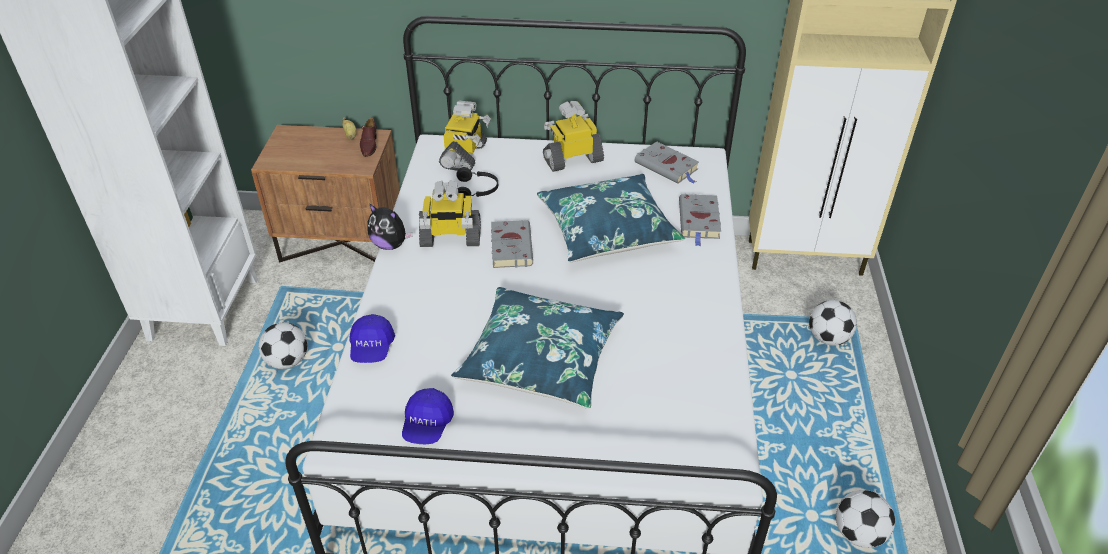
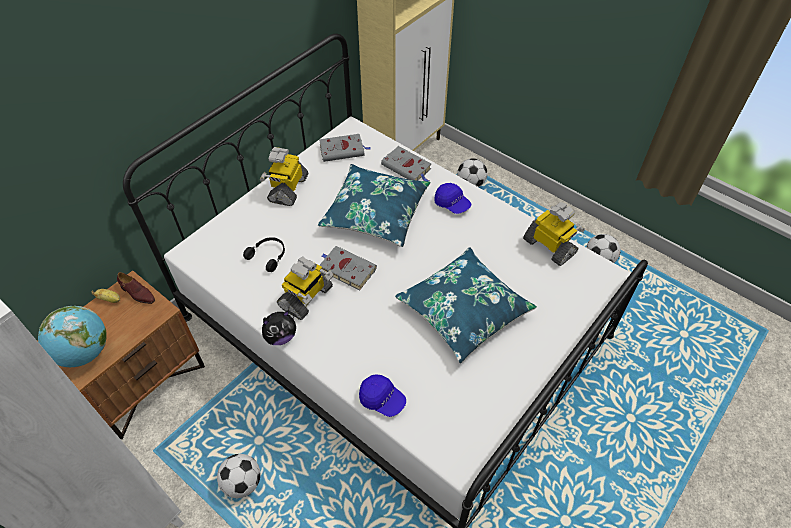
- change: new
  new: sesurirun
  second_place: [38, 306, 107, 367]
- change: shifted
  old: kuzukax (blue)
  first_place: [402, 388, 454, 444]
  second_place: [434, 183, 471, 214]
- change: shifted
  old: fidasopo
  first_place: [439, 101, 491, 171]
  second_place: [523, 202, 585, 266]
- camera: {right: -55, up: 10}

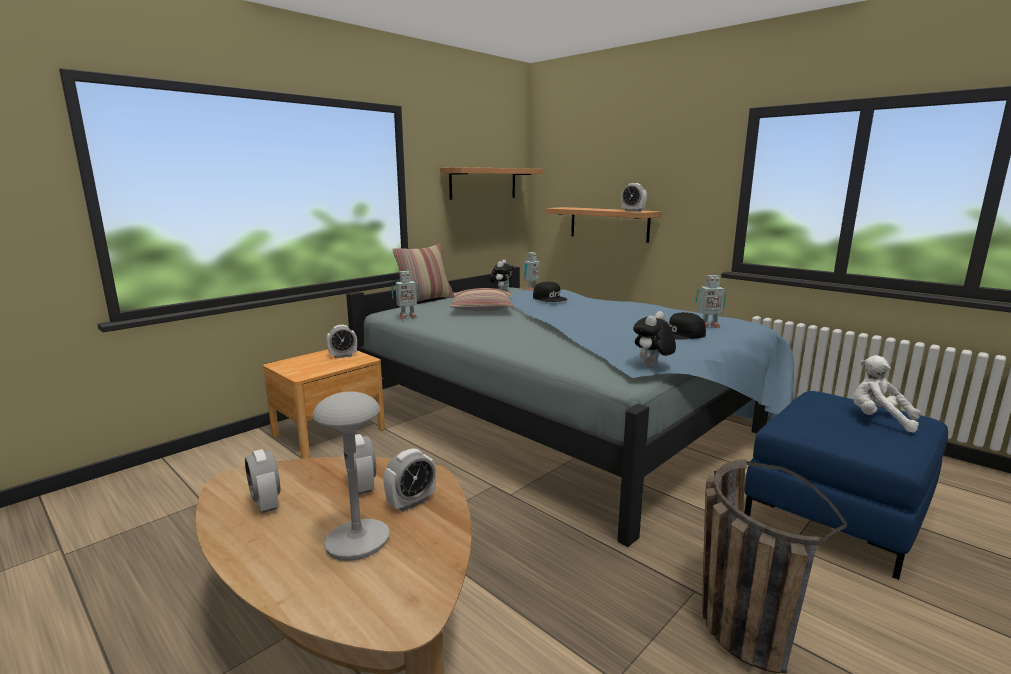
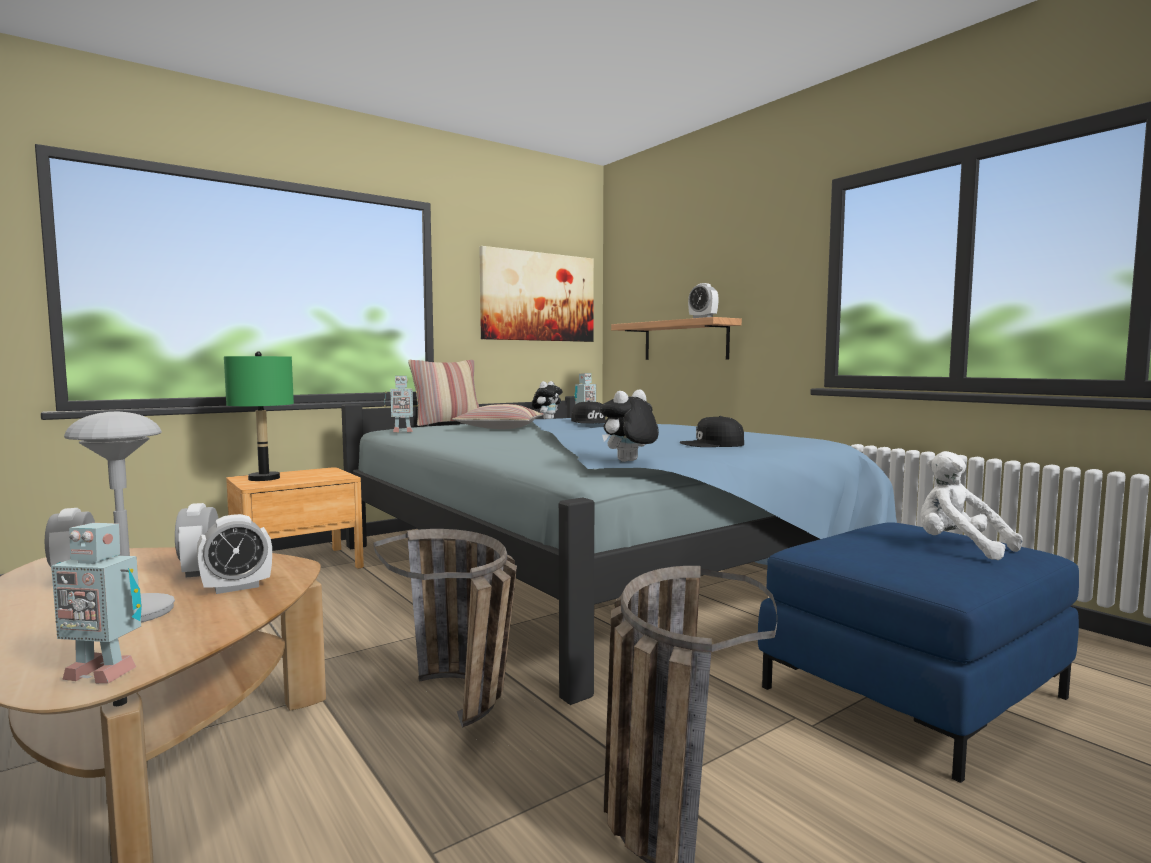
- change: shifted
  old: fidasopo
  first_place: [695, 275, 727, 328]
  second_place: [51, 523, 142, 684]
- change: new
  new: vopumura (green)
  second_place: [224, 351, 294, 481]
- change: new
  new: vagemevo
  second_place: [373, 529, 517, 728]
- change: swapped
  old: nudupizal
  new: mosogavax
  first_place: [440, 167, 543, 200]
  second_place: [479, 246, 594, 342]
- change: gone
  old: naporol
  first_place: [326, 325, 357, 359]
- camera: {right: 10, up: -10}

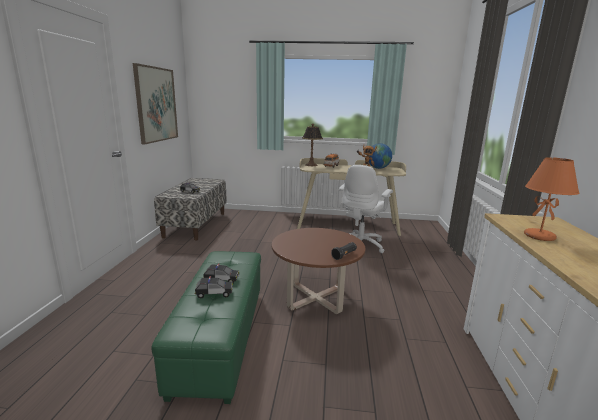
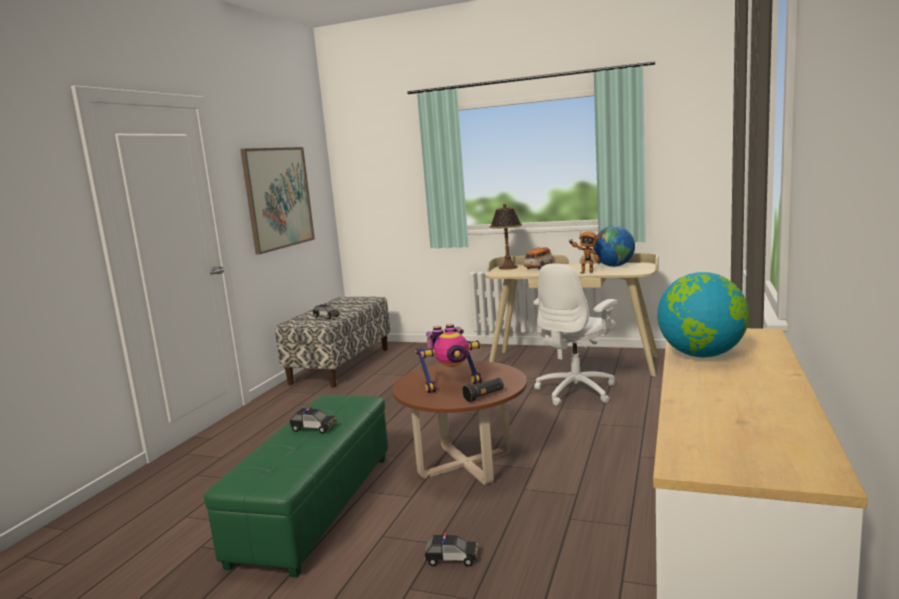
- change: new
  new: fidasopo
  second_place: [415, 324, 482, 393]
- change: shifted
  old: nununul
  first_place: [194, 276, 233, 299]
  second_place: [424, 533, 478, 566]
- change: swapped
  old: vopumura (orange)
  new: sesurirun
  first_place: [524, 157, 579, 241]
  second_place: [657, 272, 749, 358]
- camera: {right: 15, up: -5}

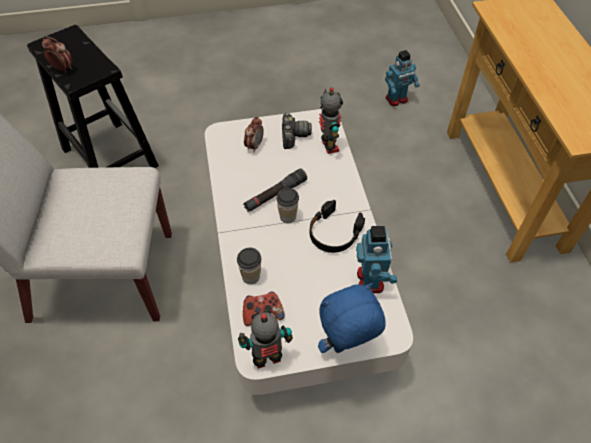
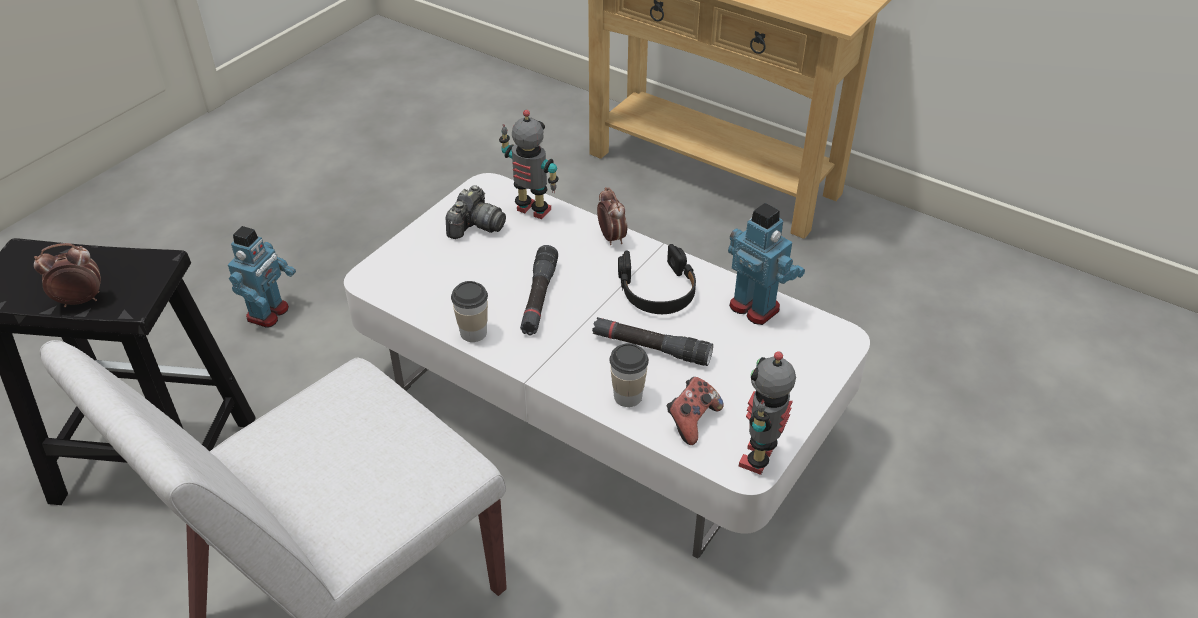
- change: shifted
  old: fidasopo
  first_place: [385, 50, 420, 106]
  second_place: [228, 226, 296, 328]
- change: rotated
  old: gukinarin
  first_place: [282, 113, 312, 149]
  second_place: [446, 185, 506, 239]
  degrees: 75
- change: shifted
  old: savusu
  first_place: [276, 188, 299, 224]
  second_place: [451, 281, 488, 342]
- change: new
  new: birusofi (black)
  second_place: [592, 317, 713, 366]
- change: shifted
  old: naporol
  first_place: [244, 116, 264, 152]
  second_place: [597, 187, 627, 245]
- change: gone
  old: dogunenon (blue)
  first_place: [318, 283, 386, 353]
- camera: {right: -45, up: -10}

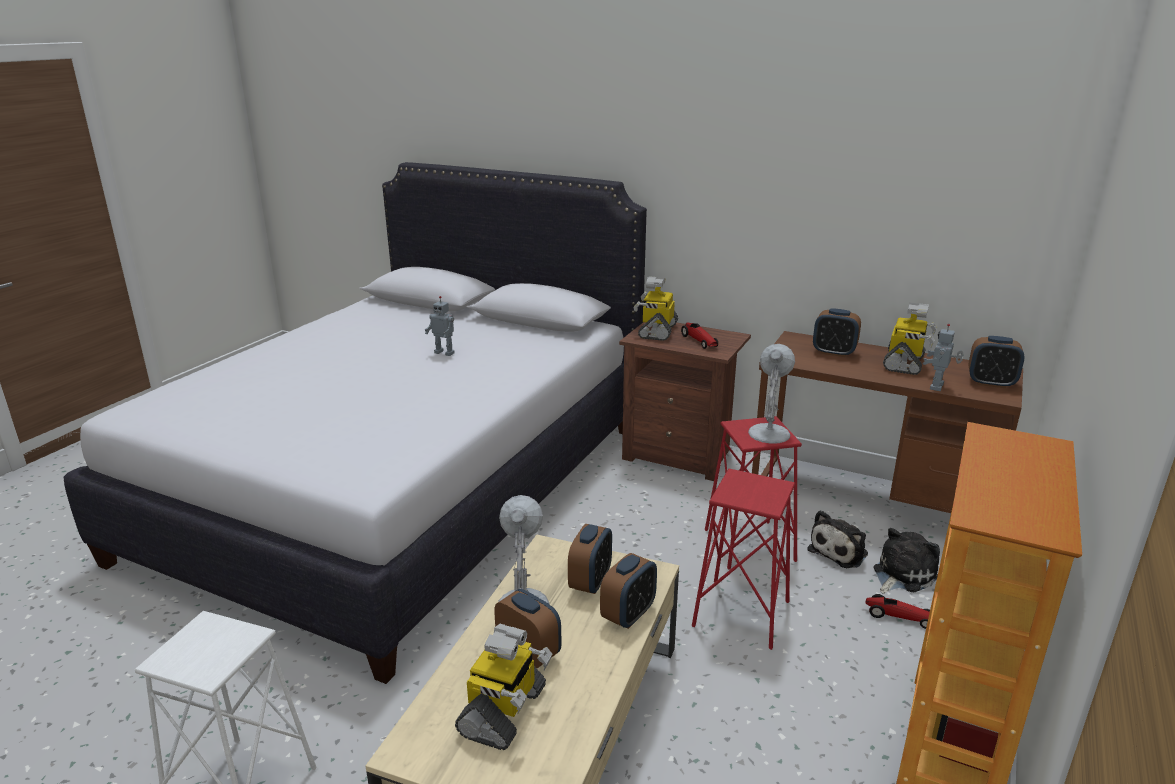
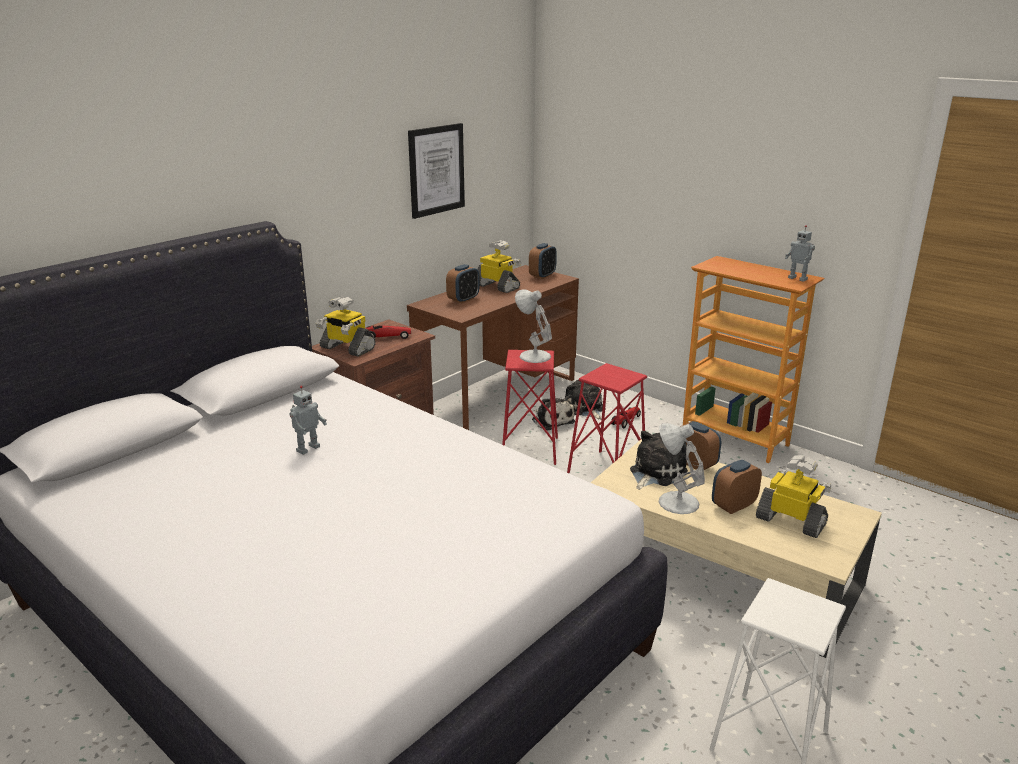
- change: new
  new: mosogavax
  second_place: [408, 123, 465, 219]
- change: swapped
  old: naporol
  new: dogunenon
  first_place: [568, 524, 612, 594]
  second_place: [630, 431, 688, 490]
- change: shifted
  old: fidasopo
  first_place: [923, 324, 964, 391]
  second_place: [785, 225, 815, 282]
- camera: {right: -75, up: 0}

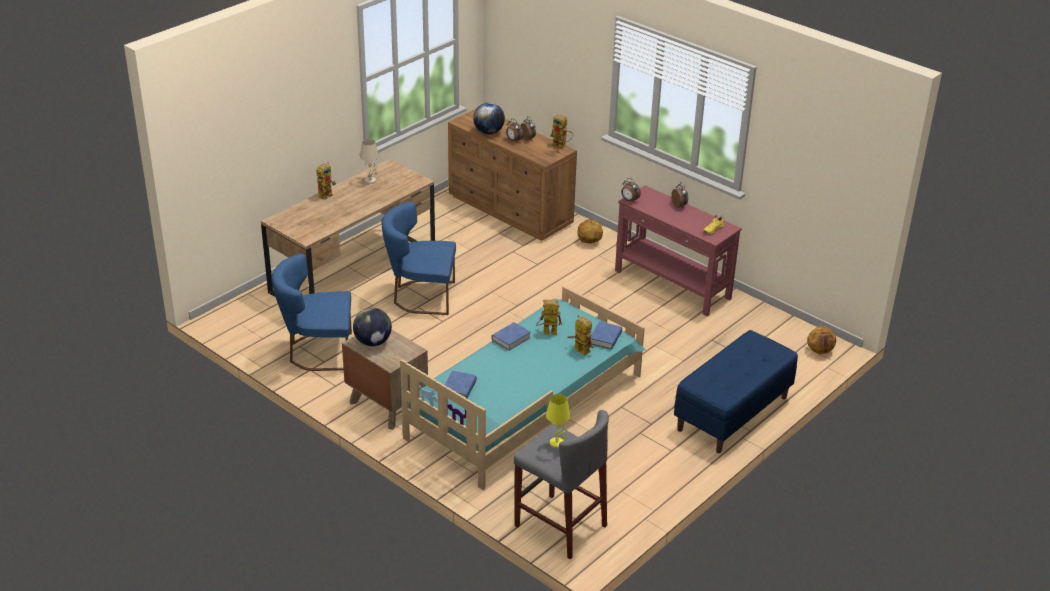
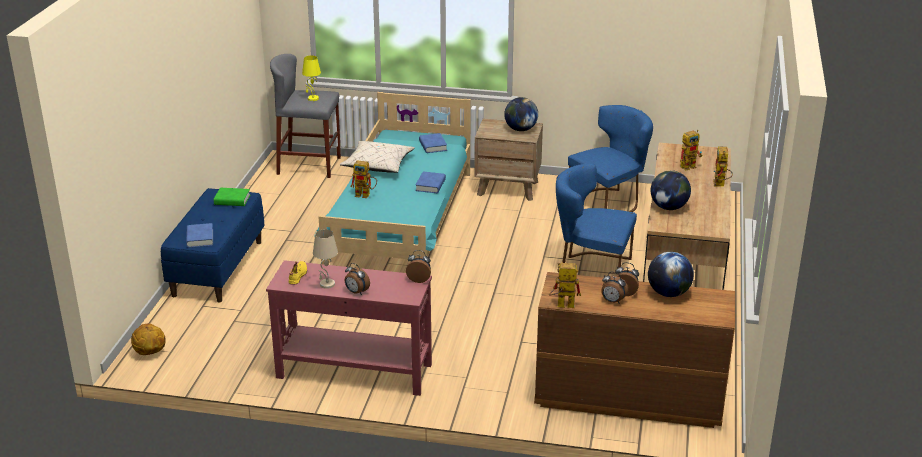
- change: shifted
  old: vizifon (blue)
  first_place: [591, 321, 622, 349]
  second_place: [186, 223, 213, 248]
- change: new
  new: vizifon (green)
  second_place: [214, 188, 250, 206]
- change: shifted
  old: vopumura (beige)
  first_place: [360, 139, 379, 184]
  second_place: [313, 229, 338, 289]
- change: new
  new: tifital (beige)
  second_place: [340, 141, 415, 173]
- change: rotated
  old: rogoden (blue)
  first_place: [382, 202, 456, 315]
  second_place: [556, 163, 637, 268]
  degrees: -135
- change: new
  new: sesurirun
  second_place: [651, 170, 691, 210]
- change: shifted
  old: fidasopo
  first_place: [536, 299, 562, 335]
  second_place: [680, 130, 702, 170]
- change: gone
  old: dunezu
  first_place: [578, 219, 603, 243]
- camera: {right: 150, up: -5}

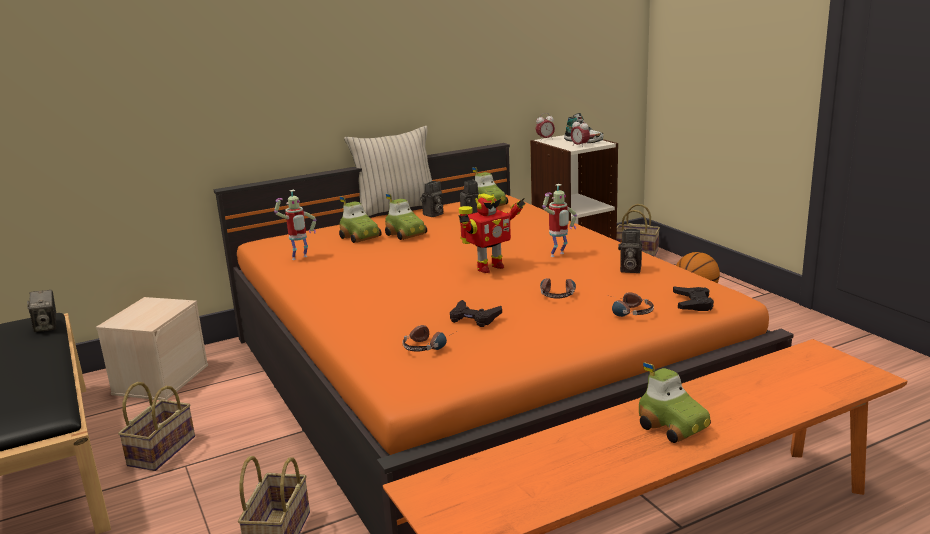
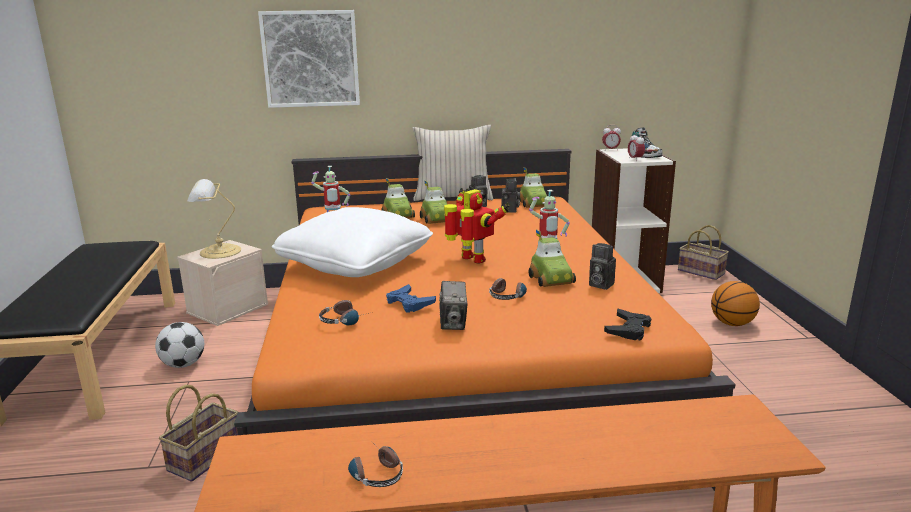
- change: swapped
  old: vagemevo
  new: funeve
  first_place: [118, 382, 195, 471]
  second_place: [155, 322, 204, 368]
- change: new
  new: vopumura
  second_place: [187, 179, 241, 259]
- change: new
  new: mosogavax
  second_place: [258, 10, 360, 108]
- change: new
  new: tifital (white)
  second_place: [272, 207, 433, 277]
- change: shifted
  old: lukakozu
  first_place: [606, 292, 654, 317]
  second_place: [348, 440, 403, 487]
- change: repainted
  old: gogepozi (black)
  new: gogepozi (blue)
  first_place: [450, 300, 502, 327]
  second_place: [386, 284, 436, 313]
- change: shifted
  old: gukinarin
  first_place: [27, 290, 56, 332]
  second_place: [439, 281, 468, 330]
- change: rotated
  old: fidasopo
  first_place: [459, 194, 525, 273]
  second_place: [444, 188, 509, 263]
  degrees: -120
- change: shifted
  old: nununul
  first_place: [639, 362, 711, 443]
  second_place: [529, 230, 576, 287]
- camera: {right: 20, up: 0}

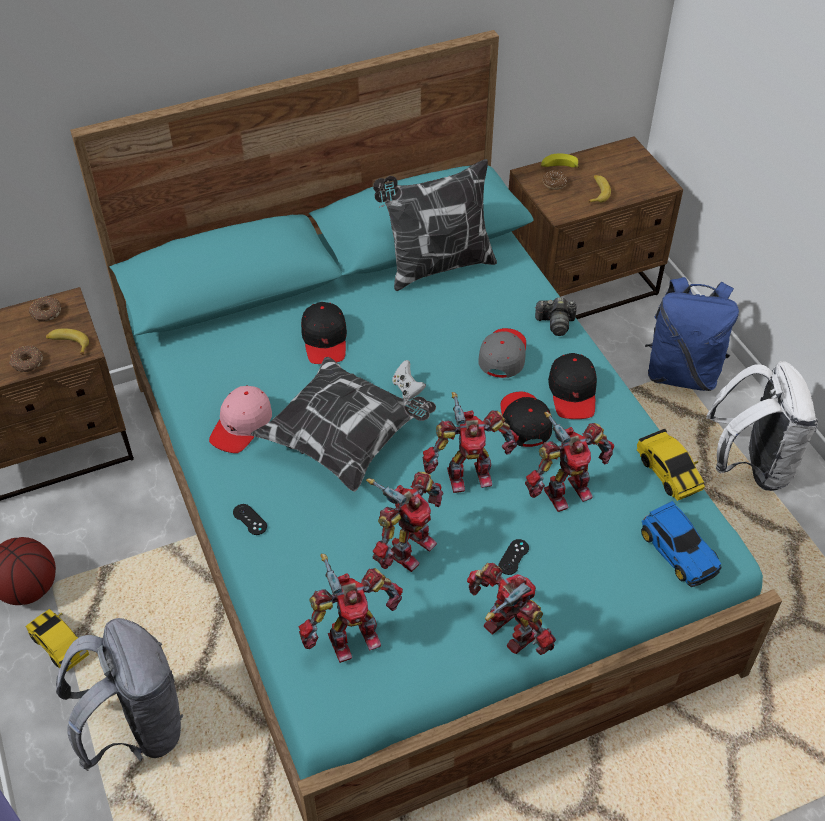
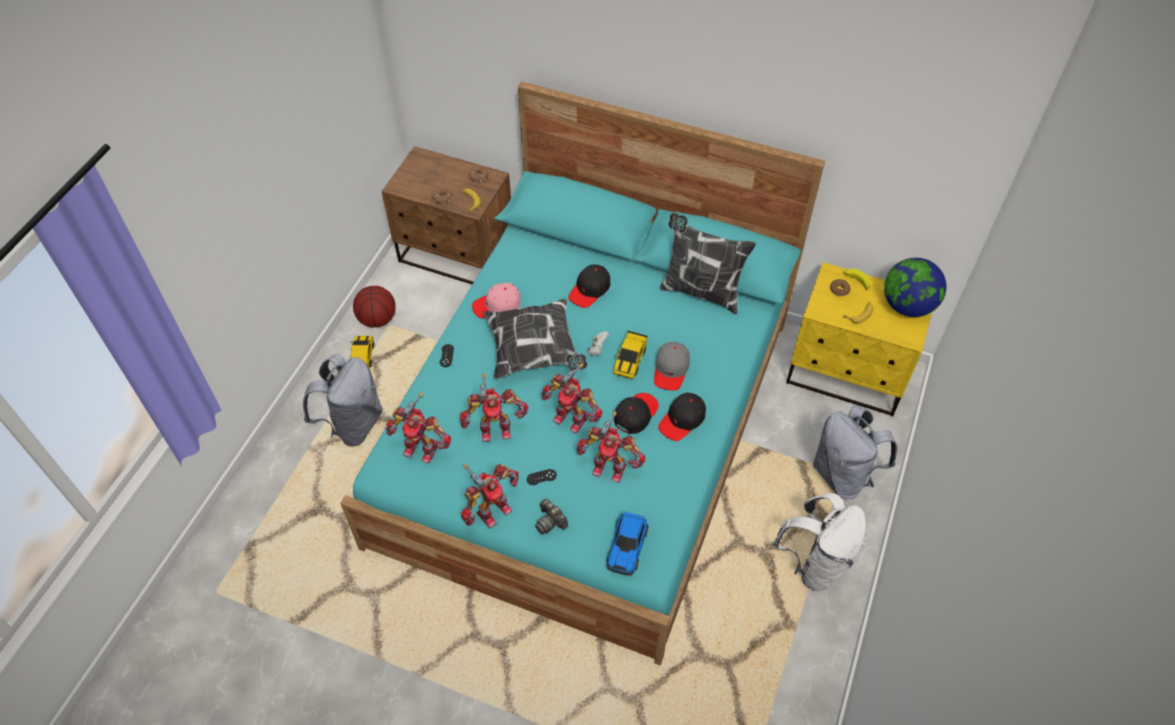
- change: rotated
  old: fidasopo
  first_place: [467, 563, 556, 655]
  second_place: [461, 464, 519, 528]
  degrees: 45
- change: shifted
  old: gukinarin
  first_place: [535, 297, 577, 336]
  second_place: [535, 499, 568, 534]
- change: shifted
  old: nununul
  first_place: [637, 429, 705, 501]
  second_place: [613, 331, 648, 379]
- change: rotated
  old: kuzukax (grey)
  first_place: [478, 328, 526, 378]
  second_place: [654, 342, 690, 390]
  degrees: 135
- change: repainted
  old: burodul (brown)
  new: burodul (yellow)
  first_place: [509, 137, 683, 319]
  second_place: [786, 262, 932, 416]
- change: repainted
  old: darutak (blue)
  new: darutak (grey)
  first_place: [645, 277, 739, 391]
  second_place: [813, 405, 897, 500]
- change: new
  new: sesurirun
  second_place: [884, 258, 946, 317]
- camera: {right: 45, up: 5}

